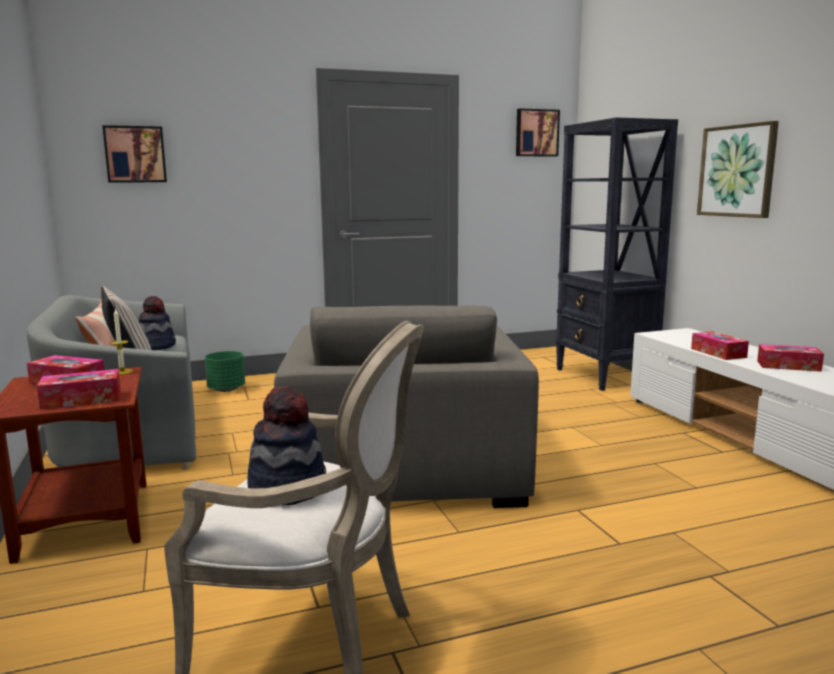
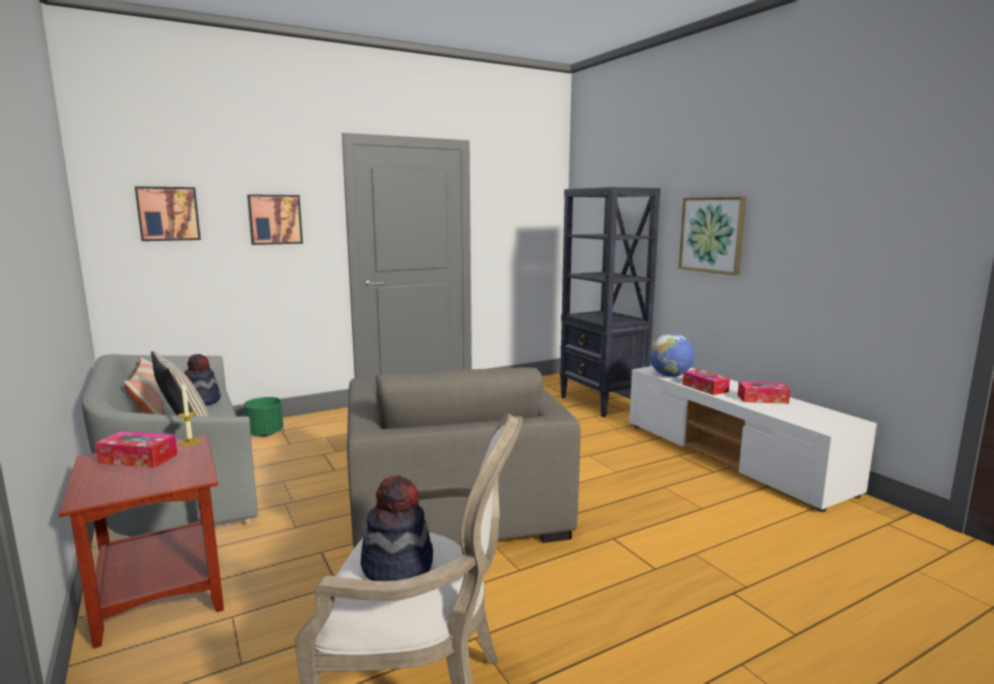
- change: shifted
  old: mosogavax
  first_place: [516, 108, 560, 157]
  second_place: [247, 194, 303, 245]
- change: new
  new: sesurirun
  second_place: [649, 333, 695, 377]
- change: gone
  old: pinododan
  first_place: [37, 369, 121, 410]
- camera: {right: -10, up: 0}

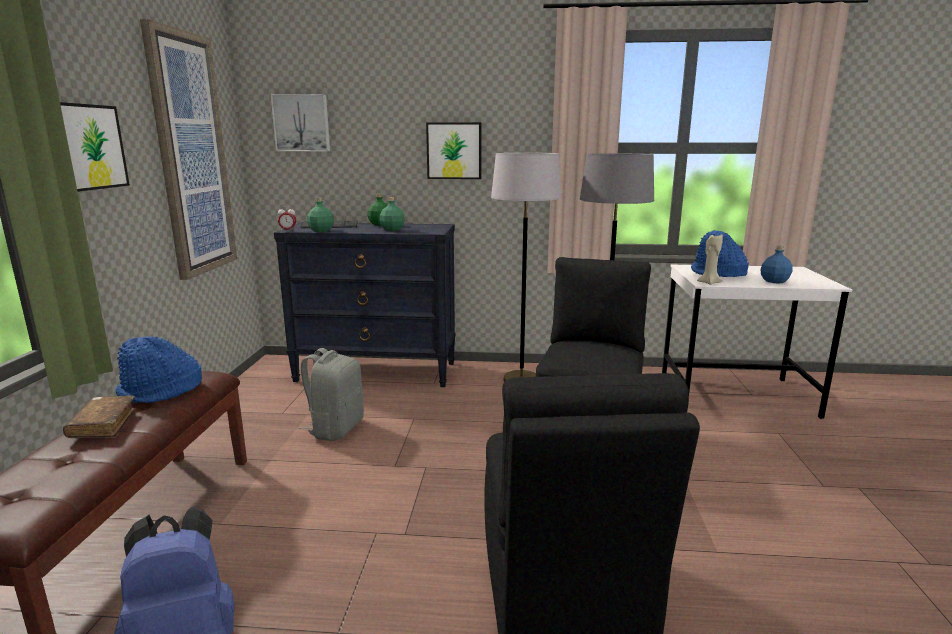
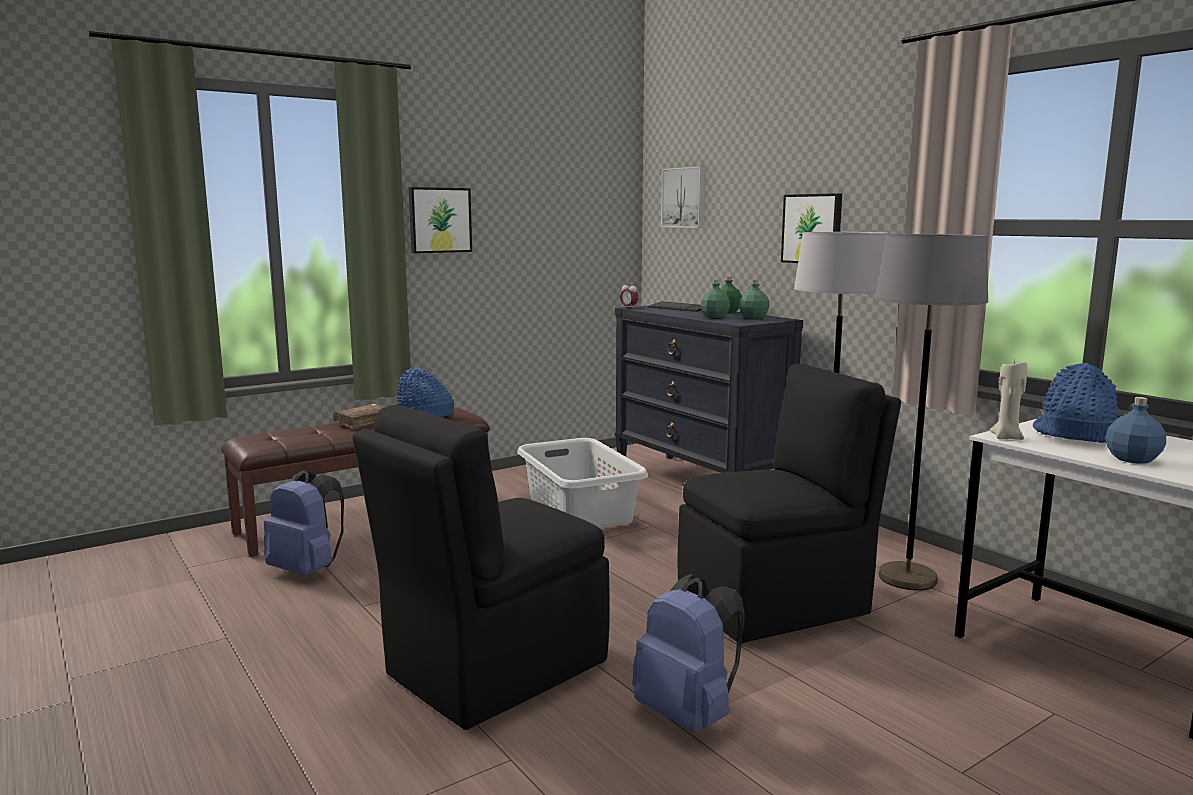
- change: swapped
  old: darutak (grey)
  new: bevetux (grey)
  first_place: [299, 348, 364, 441]
  second_place: [517, 438, 648, 527]
- change: new
  new: darutak (blue)
  second_place: [632, 574, 745, 733]
- change: shifted
  old: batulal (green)
  first_place: [307, 198, 334, 232]
  second_place: [739, 280, 769, 319]
- change: gone
  old: mosogavax
  first_place: [140, 19, 237, 280]
- camera: {right: 50, up: -5}

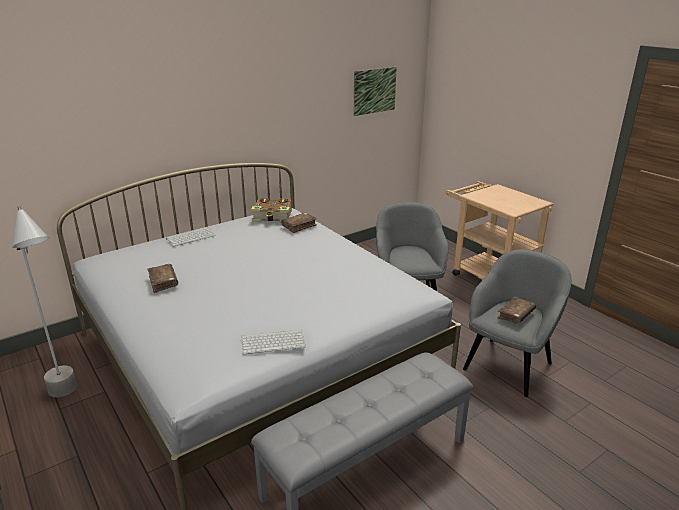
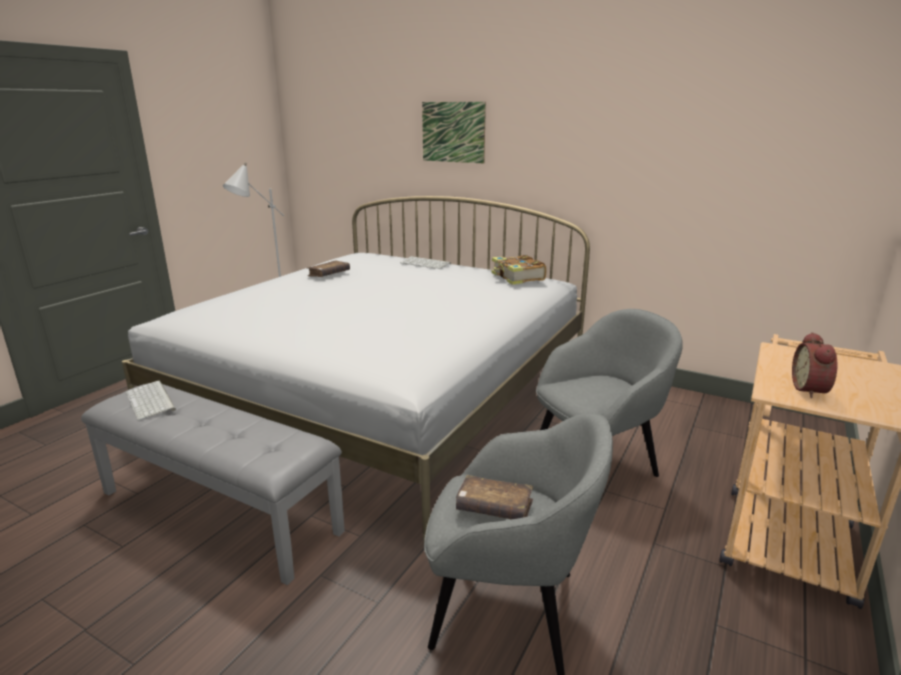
- change: shifted
  old: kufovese
  first_place: [242, 329, 306, 354]
  second_place: [126, 381, 176, 420]
- change: shifted
  old: mosogavax
  first_place: [354, 67, 397, 116]
  second_place: [422, 102, 486, 163]
- change: new
  new: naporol
  second_place: [792, 332, 837, 398]
- change: gone
  old: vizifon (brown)
  first_place: [282, 213, 317, 233]
- camera: {right: 65, up: -5}

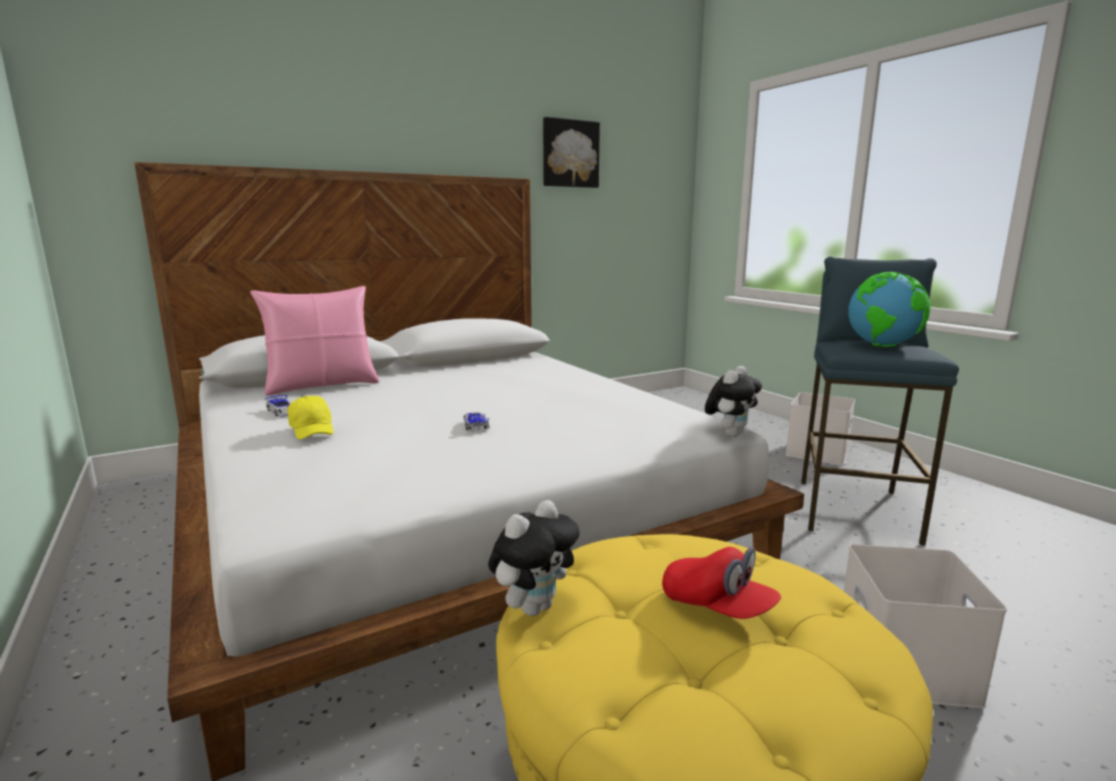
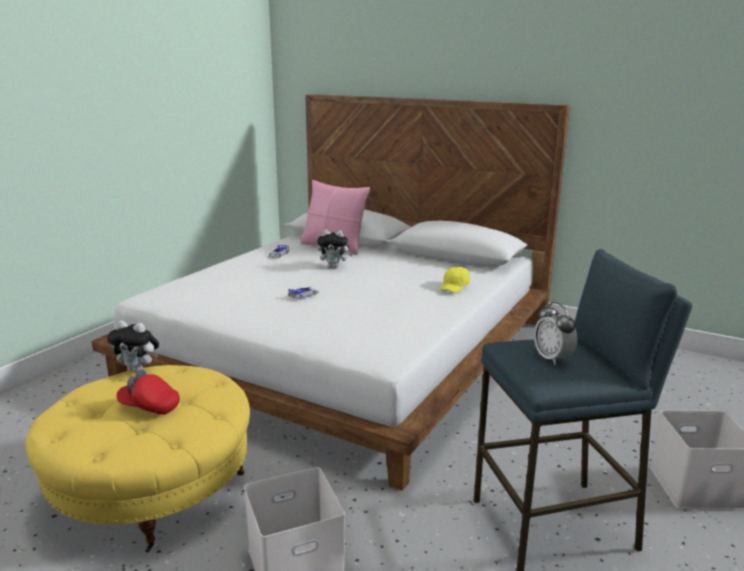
- change: rotated
  old: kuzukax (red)
  first_place: [662, 547, 781, 619]
  second_place: [116, 369, 180, 415]
  degrees: 90
- change: shifted
  old: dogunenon
  first_place: [705, 366, 762, 437]
  second_place: [317, 230, 353, 268]
- change: shifted
  old: kuzukax (yellow)
  first_place: [288, 396, 333, 439]
  second_place: [439, 266, 470, 293]
- change: swapped
  old: sesurirun
  new: naporol
  first_place: [848, 272, 930, 347]
  second_place: [534, 302, 578, 365]
- change: gone
  old: mosogavax
  first_place: [543, 117, 600, 188]
- camera: {right: 60, up: 5}

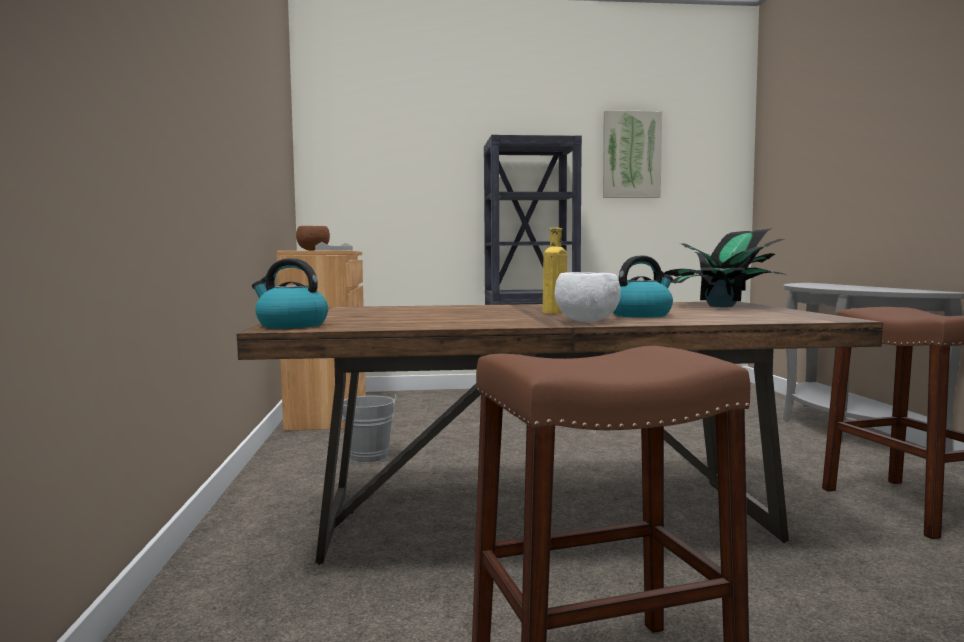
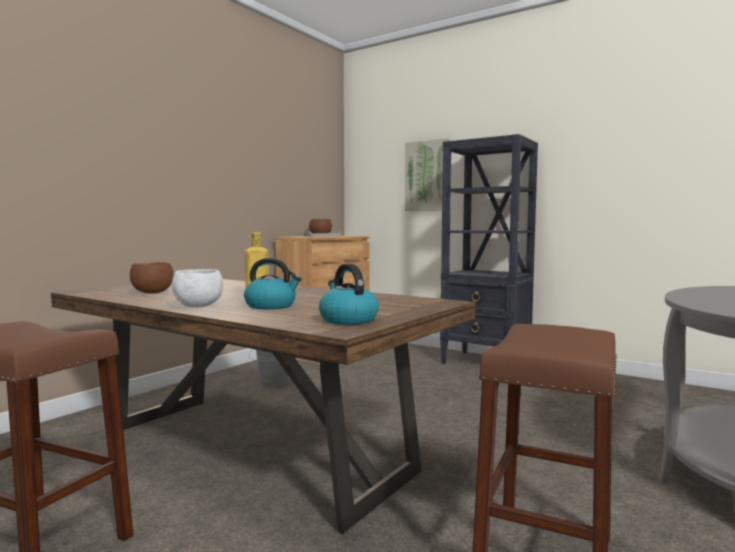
- change: new
  new: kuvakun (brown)
  second_place: [130, 262, 174, 294]
- change: shifted
  old: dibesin
  first_place: [252, 258, 328, 328]
  second_place: [319, 264, 379, 325]
- change: shifted
  old: mosogavax
  first_place: [603, 110, 662, 198]
  second_place: [405, 138, 450, 211]
- change: gone
  old: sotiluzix
  first_place: [665, 228, 787, 307]
- camera: {right: 40, up: 0}

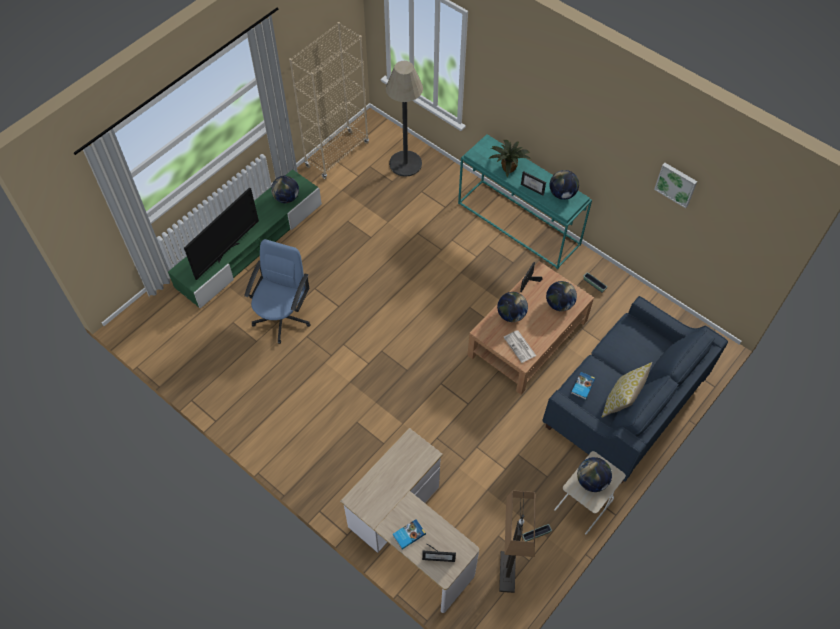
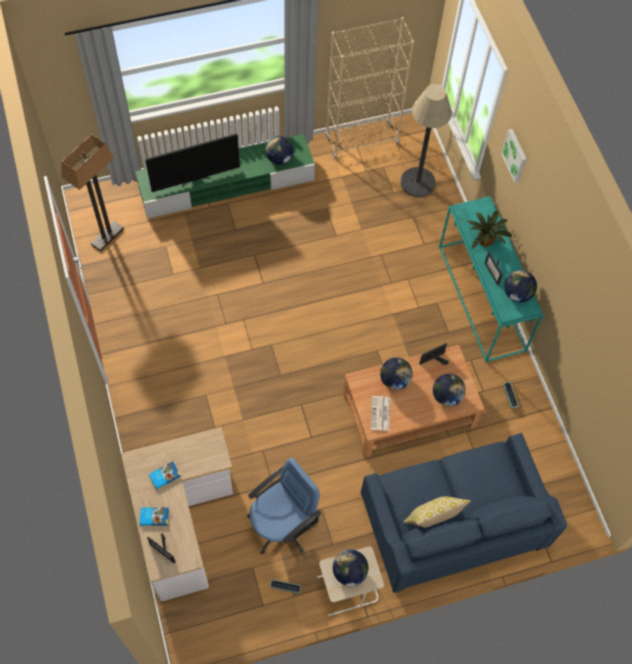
- change: shifted
  old: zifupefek
  first_place: [499, 490, 536, 593]
  second_place: [61, 134, 124, 252]
- change: shifted
  old: vizifon
  first_place: [571, 372, 595, 400]
  second_place: [149, 461, 181, 490]
- change: shifted
  old: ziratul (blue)
  first_place: [244, 239, 310, 344]
  second_place: [247, 458, 321, 554]
- change: shifted
  old: mosogavax
  first_place: [654, 163, 697, 208]
  second_place: [501, 129, 527, 183]
- camera: {right: 30, up: 5}

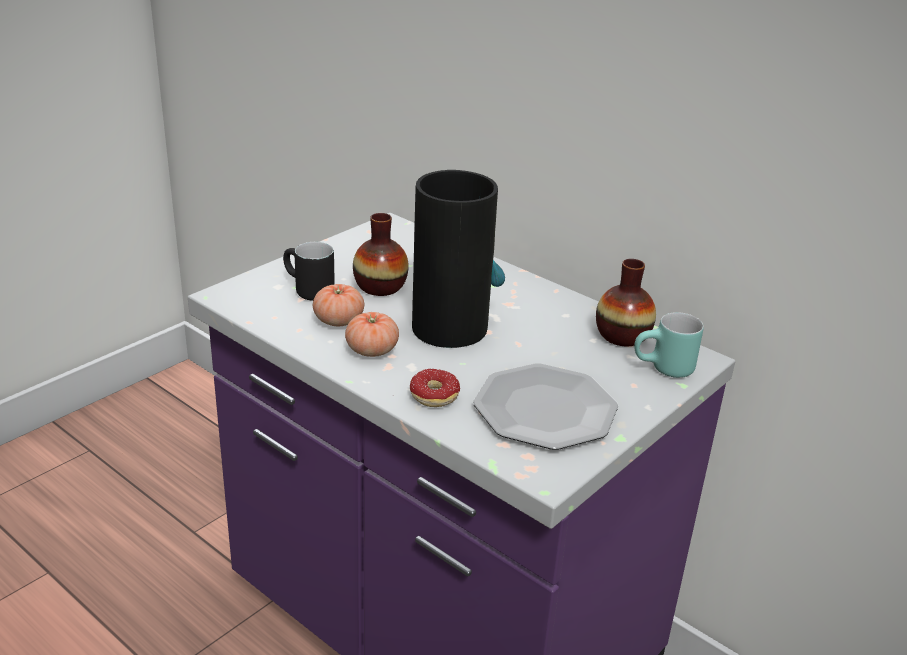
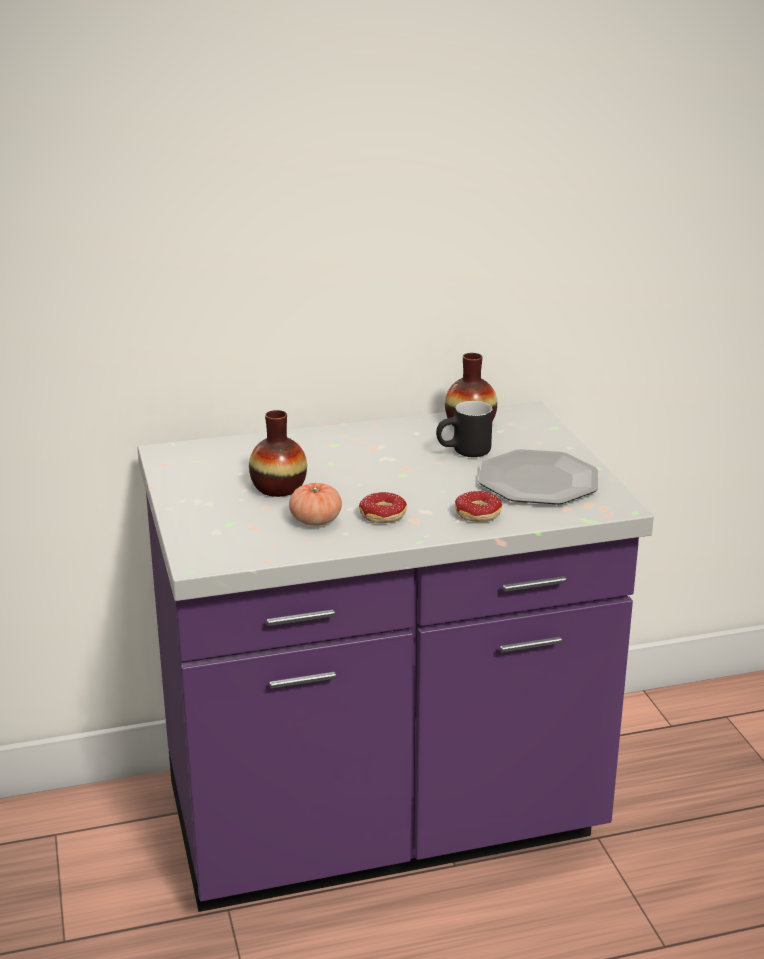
- change: swapped
  old: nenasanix
  new: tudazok
  first_place: [345, 312, 399, 357]
  second_place: [359, 492, 407, 523]
- change: shifted
  old: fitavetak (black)
  first_place: [283, 242, 335, 301]
  second_place: [436, 401, 493, 457]
- change: gone
  old: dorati
  first_place: [412, 170, 505, 348]
- change: gone
  old: fitavetak (turquoise)
  first_place: [634, 312, 704, 378]
- camera: {right: -55, up: -5}

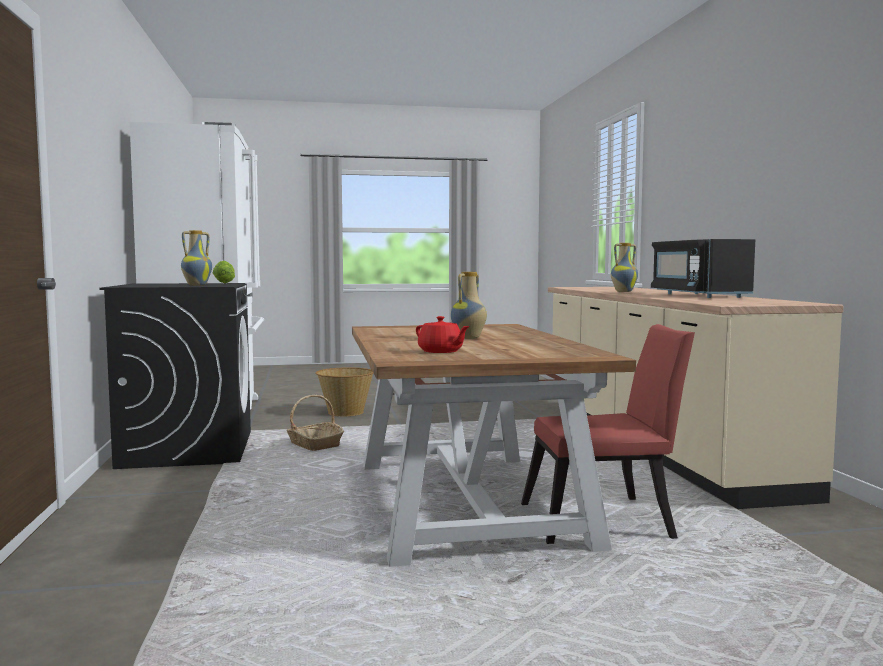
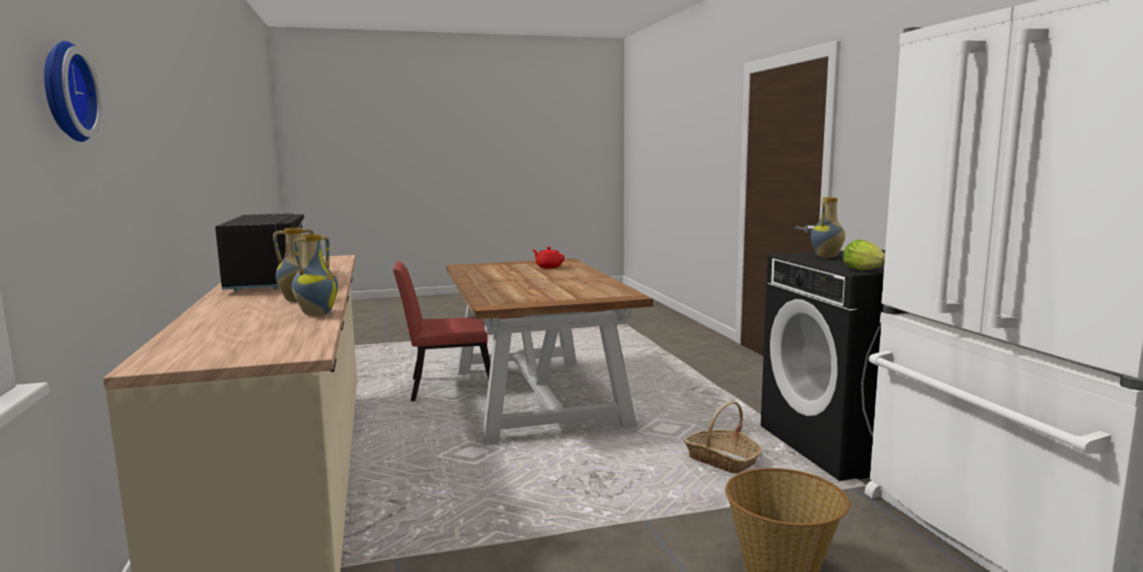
- change: new
  new: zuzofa
  second_place: [44, 41, 102, 142]
- change: shifted
  old: dorati
  first_place: [451, 272, 487, 339]
  second_place: [292, 234, 338, 316]
- camera: {right: 175, up: 5}

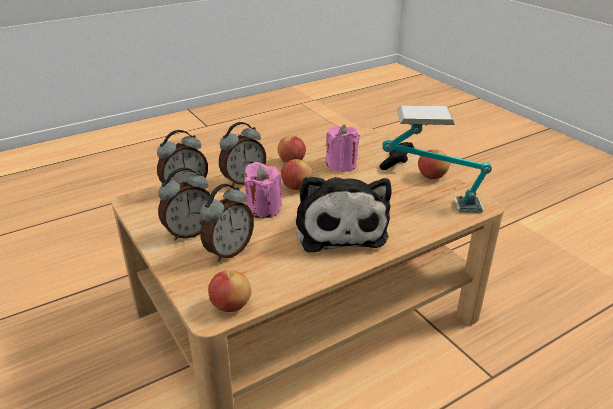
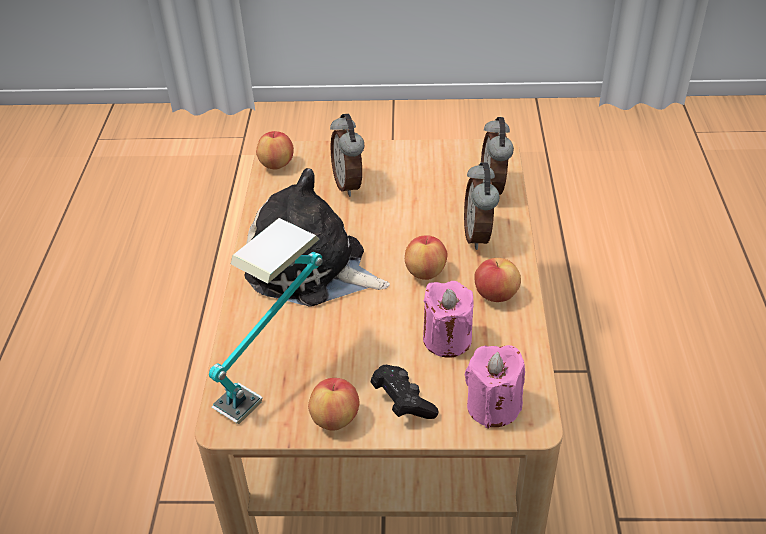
- change: shifted
  old: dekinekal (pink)
  first_place: [244, 162, 282, 218]
  second_place: [465, 345, 525, 429]
- change: gone
  old: naporol
  first_place: [158, 167, 211, 240]
- camera: {right: 125, up: 10}

